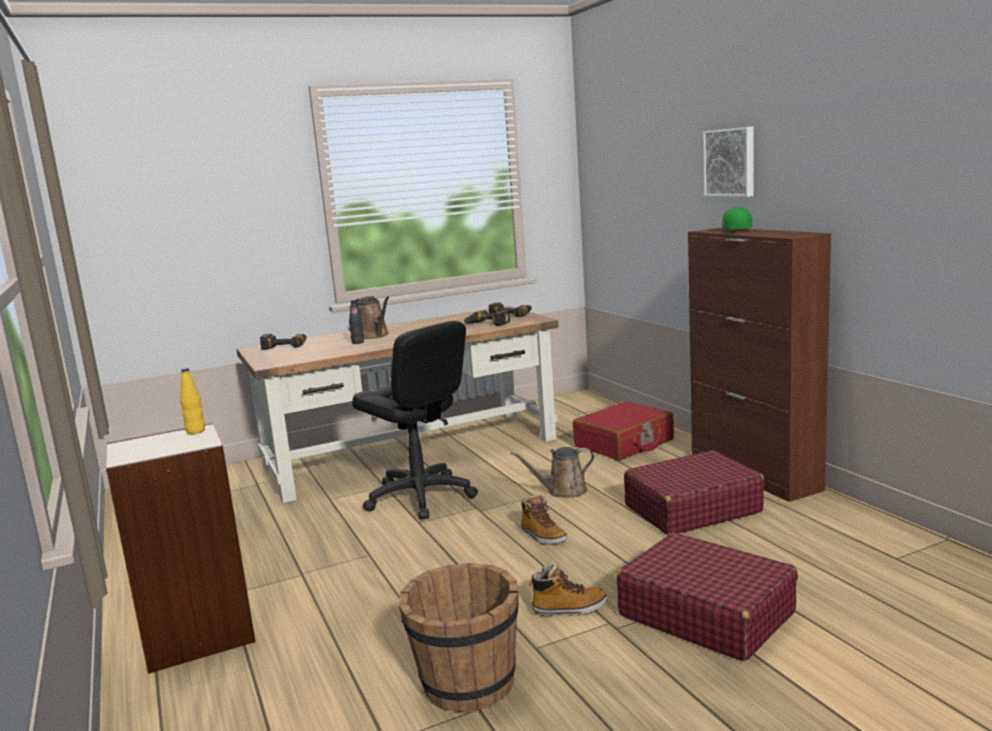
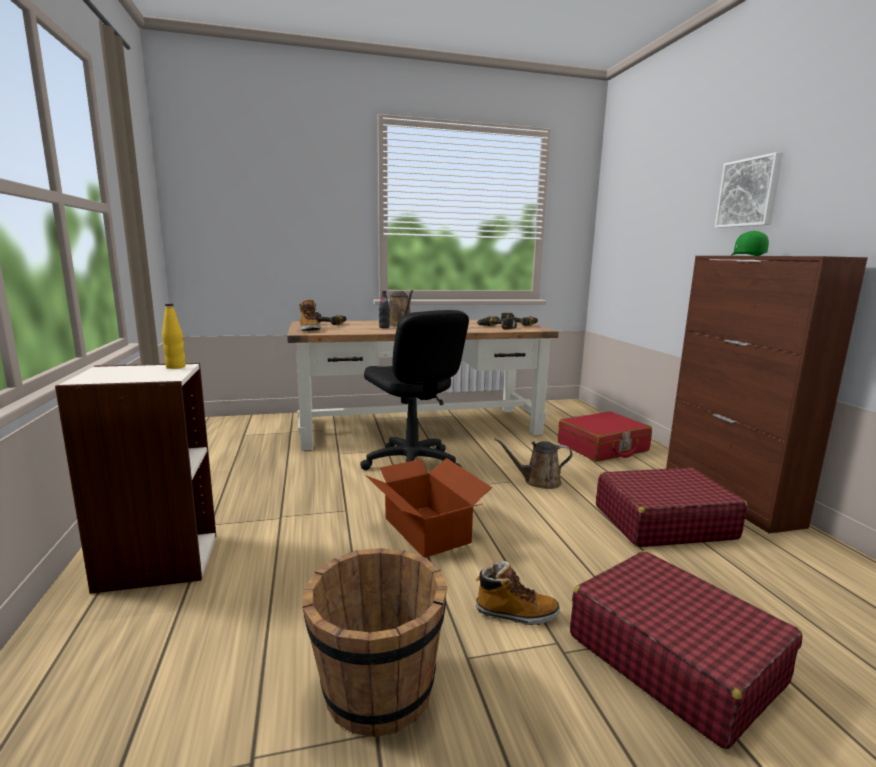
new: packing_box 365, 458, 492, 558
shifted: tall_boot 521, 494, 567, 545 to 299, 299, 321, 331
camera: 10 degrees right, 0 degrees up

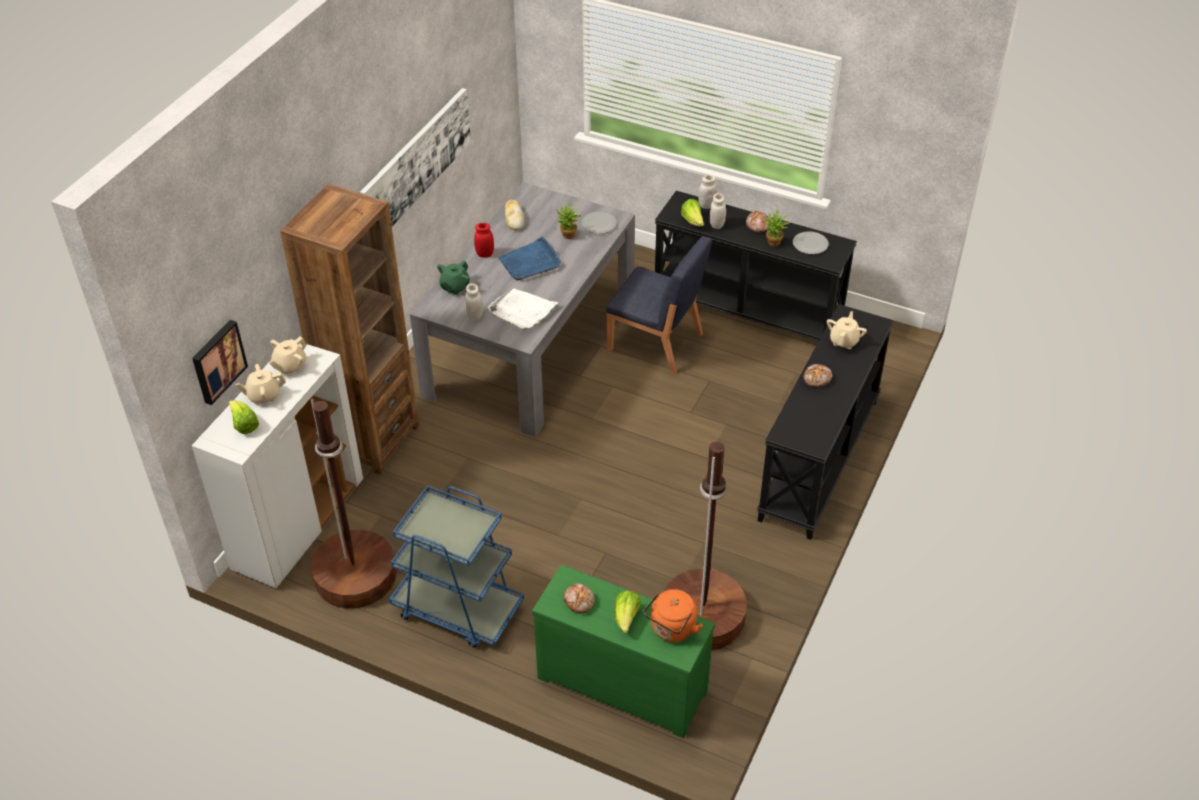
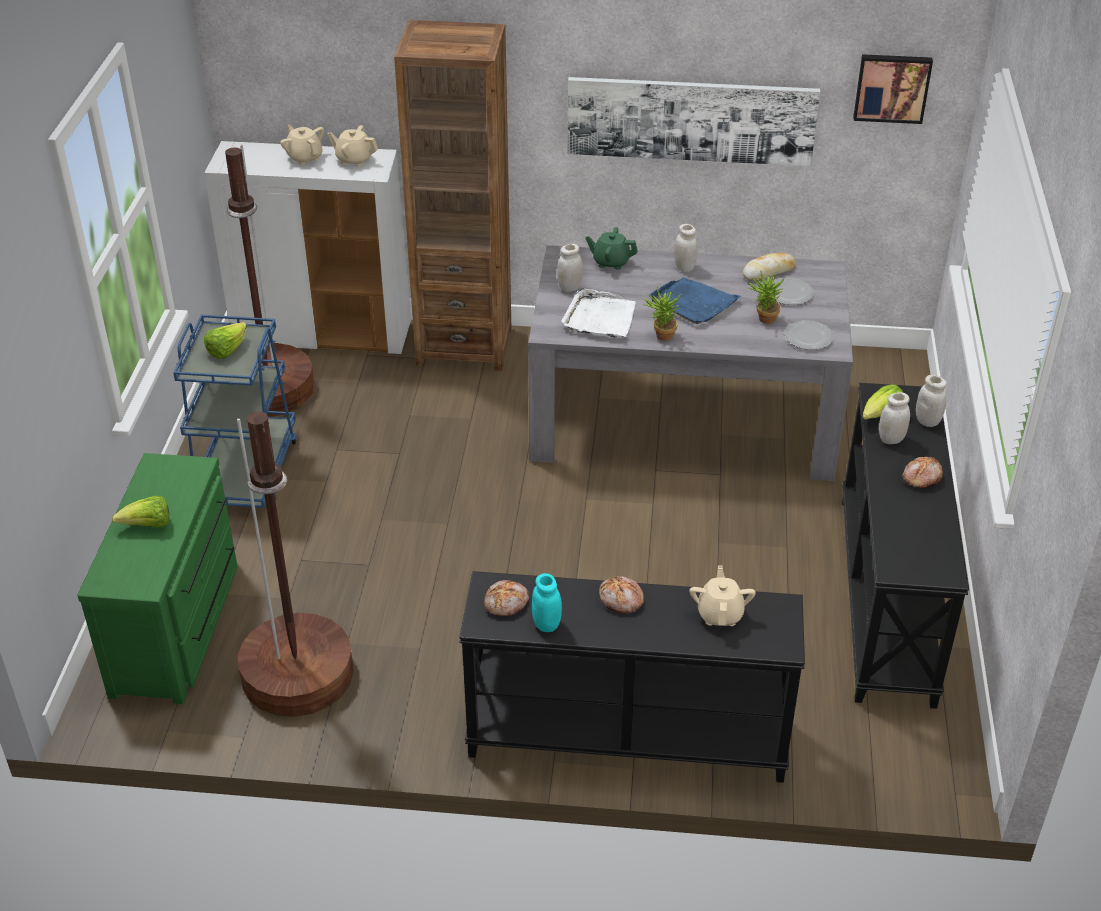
gone: blue_chair 606, 236, 712, 374; orange-coloured_water_kettle 643, 589, 703, 642
new: turquoise-coloured_preserve_jar 532, 573, 562, 632
shifted: lettuce_head 229, 400, 259, 434 to 204, 322, 247, 359; bakery_bread 564, 583, 595, 613 to 484, 580, 529, 616; houseplant 765, 209, 790, 246 to 643, 287, 681, 341; plate 793, 231, 829, 254 to 773, 278, 814, 305; wall_picture 192, 320, 248, 405 to 853, 54, 933, 124
repainted: reddish_preserve_jar 474, 223, 494, 258 to whitish_preserve_jar 674, 224, 698, 272
rotated: sand-coloured_pot_for_tea 827, 311, 867, 349 = 690, 565, 756, 626 90 degrees counterclockwise
camera: 70 degrees right, 5 degrees down

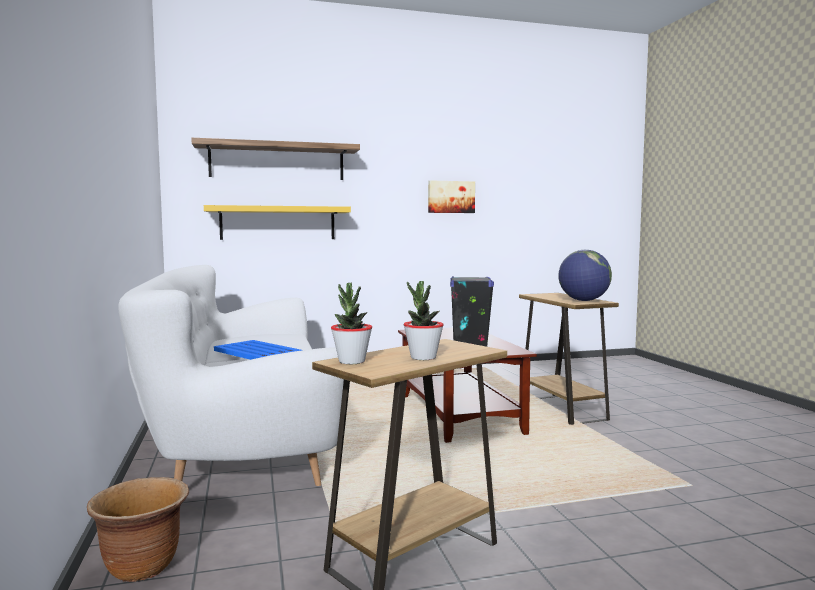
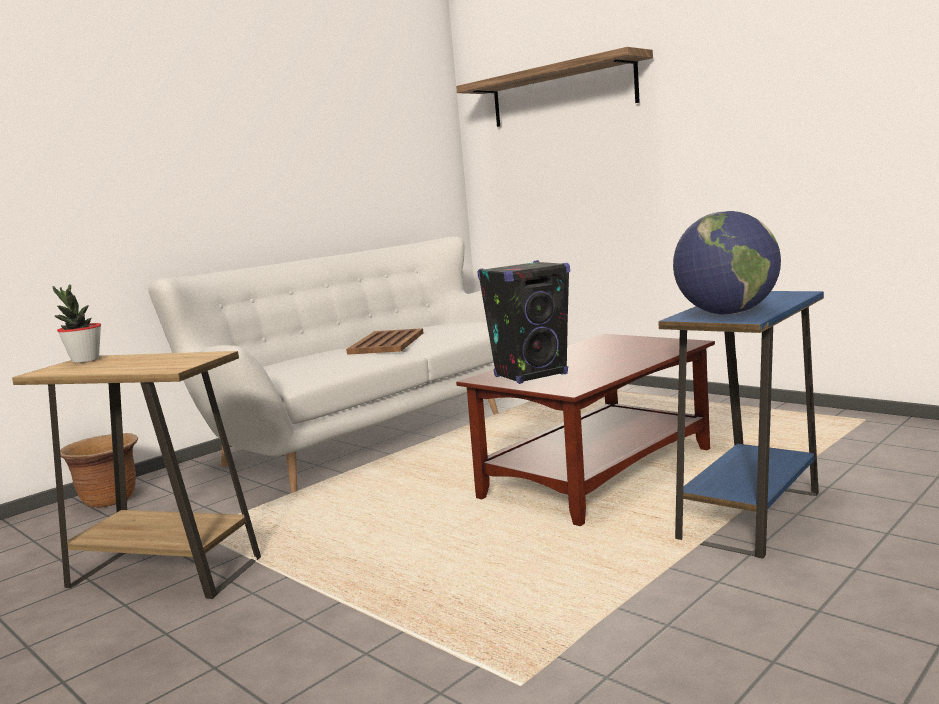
gone: yellow_shelf 204, 205, 351, 240; houseplant 404, 281, 444, 360; wall_picture 428, 180, 475, 213
repainted: blue_tray 214, 340, 302, 360 to brownish_tray 346, 328, 424, 355; brownish_accent_table 519, 293, 619, 425 to blue_accent_table 658, 291, 824, 559
camera: 60 degrees right, 5 degrees up

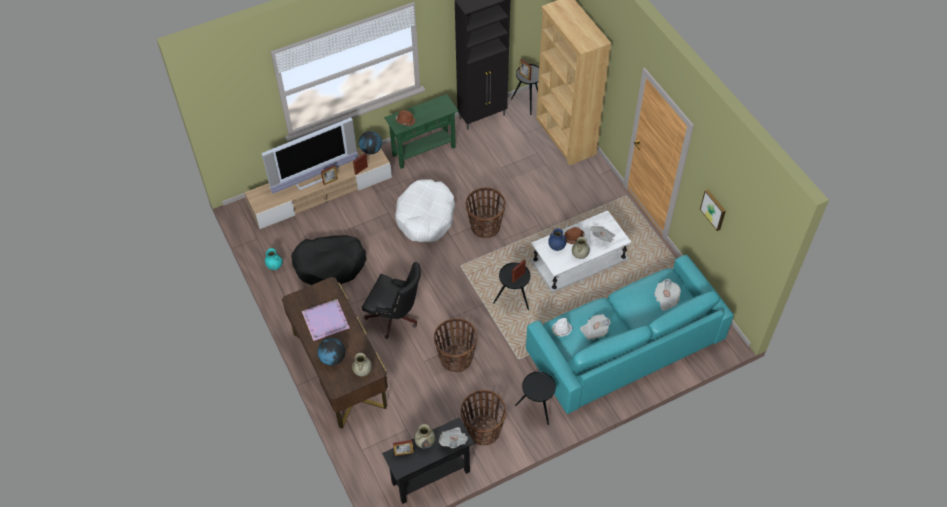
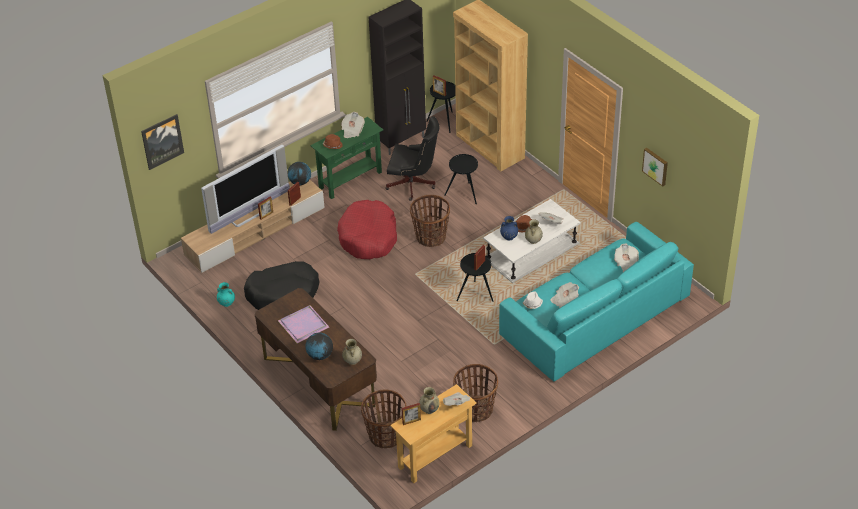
new: wall_picture 141, 114, 184, 170; daily_paper 341, 112, 365, 138
shifted: household_basket 434, 318, 478, 372 to 361, 389, 406, 448; black_computer_chair 362, 262, 421, 339 to 386, 116, 439, 201; black_accent_table 515, 371, 556, 425 to 444, 154, 478, 204
repainted: whitish_dog_cushion 395, 179, 455, 242 to reddish_dog_cushion 337, 200, 397, 259; black_narrow_table 382, 417, 474, 504 to sand-coloured_narrow_table 391, 384, 477, 483
camera: 10 degrees left, 10 degrees down

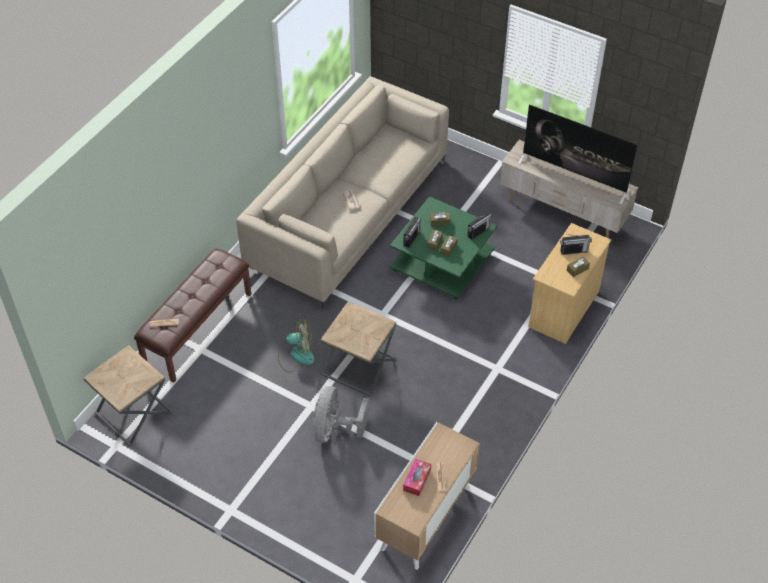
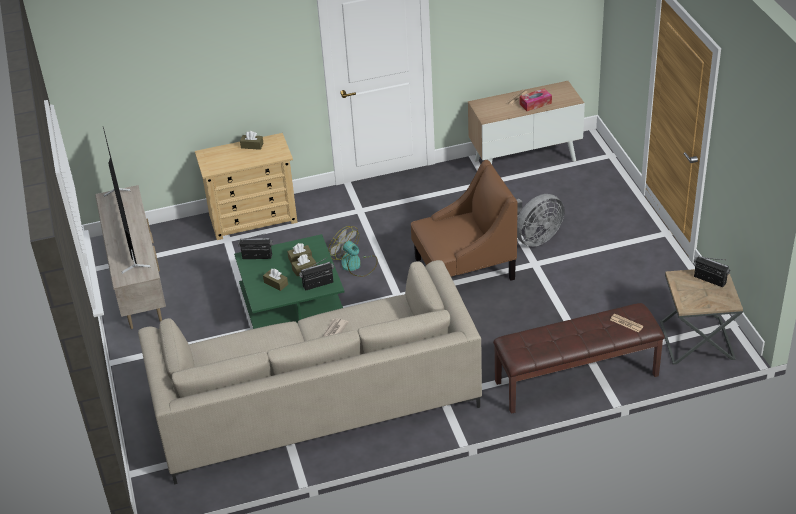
shifted: fan 278, 319, 315, 373 to 328, 226, 378, 277; radio_receiver 560, 234, 592, 255 to 694, 256, 730, 287
swapped: brownish_accent_table 321, 302, 396, 397 to brownish_easy_chair 411, 160, 518, 281
camera: 135 degrees left, 10 degrees down

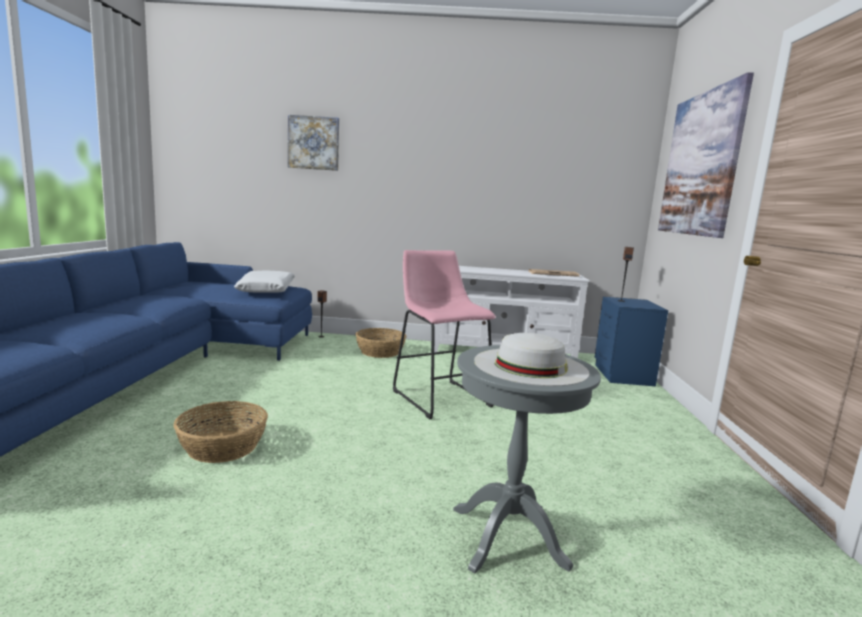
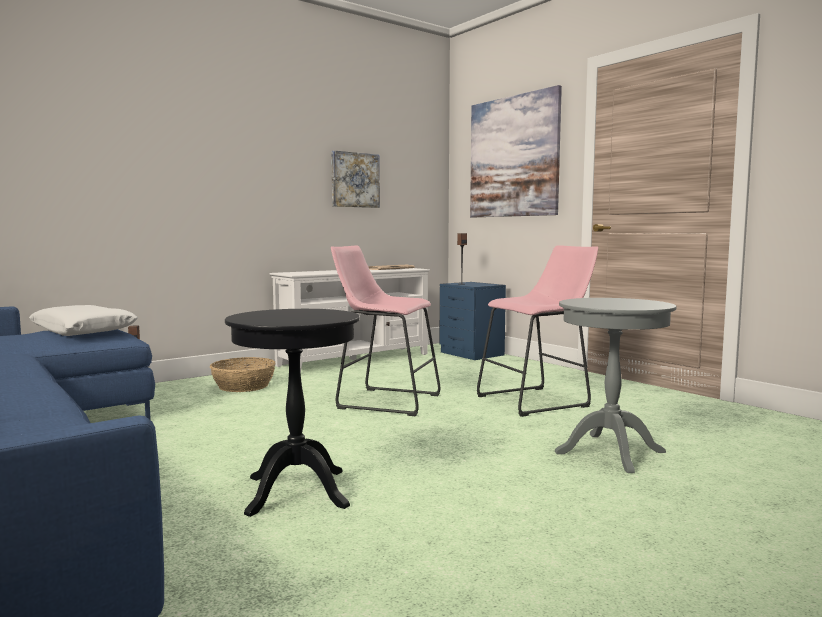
gone: whitish_wearable_hat 474, 333, 590, 386
new: pinkish_stool_seat 477, 245, 598, 417
shifted: wall_picture 288, 115, 339, 171 to 331, 151, 380, 208
swapped: household_basket 174, 401, 268, 463 to black_accent_table 225, 309, 359, 517
camera: 40 degrees left, 5 degrees down

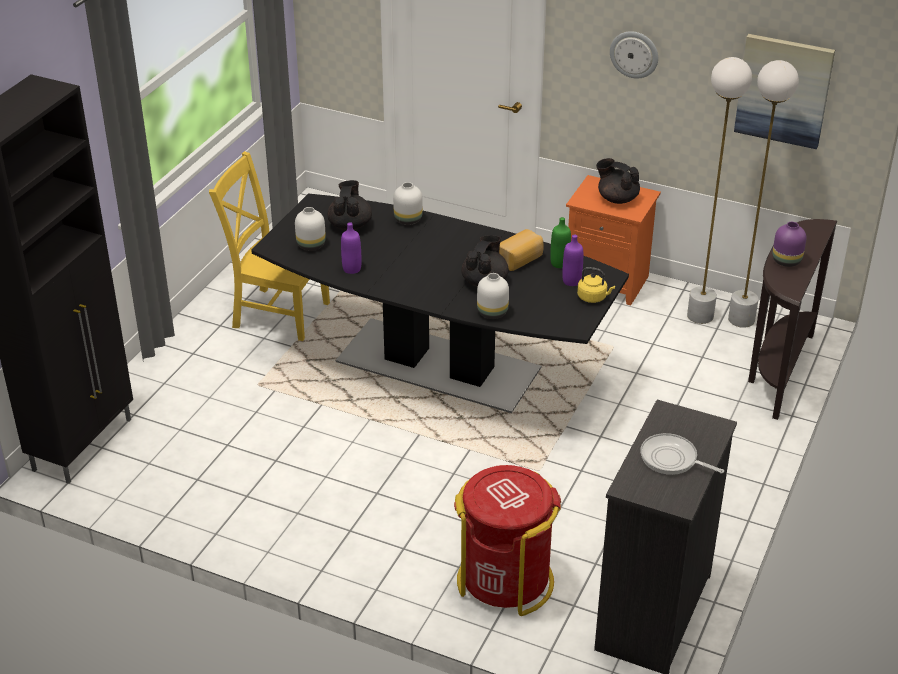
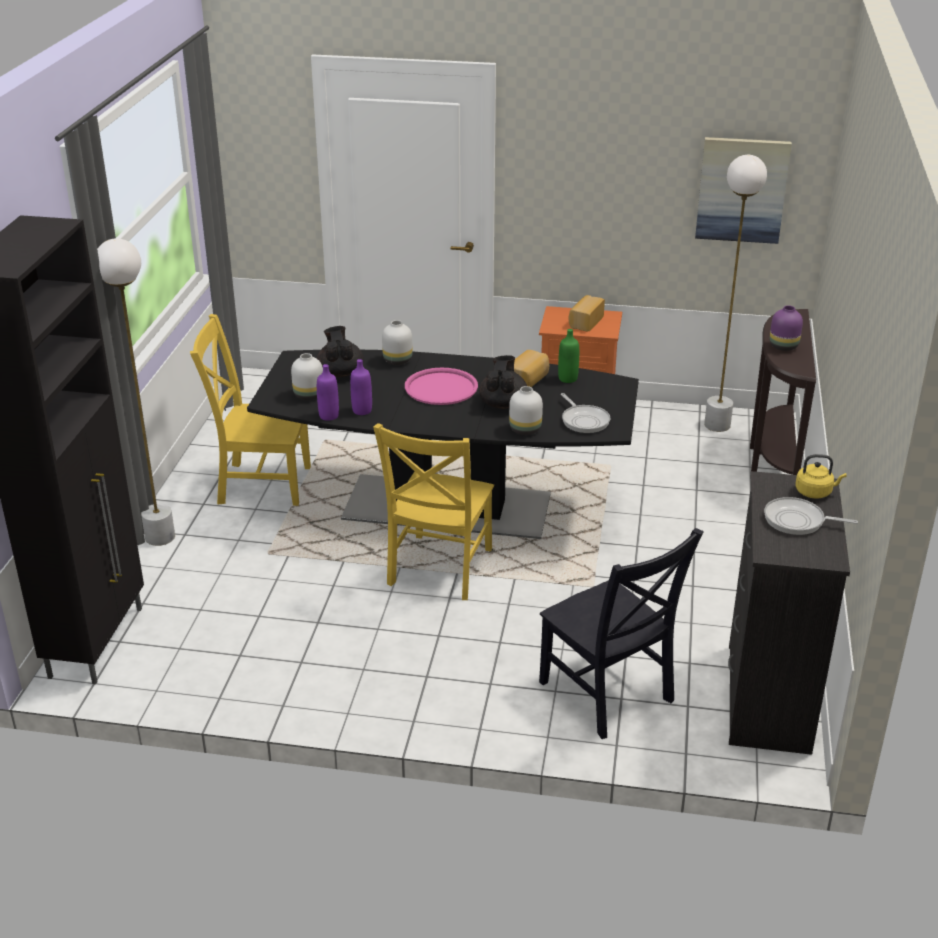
gone: hanging_clock 610, 31, 658, 78
new: yellow_chair 373, 423, 494, 600; pinkish_tray 405, 368, 478, 405; skillet 561, 393, 610, 433
shifted: whitish_standing_lamp 687, 57, 752, 324 to 97, 238, 175, 546; purple-coloured_beverage_bottle 562, 234, 583, 286 to 317, 364, 339, 421; yellow_water_kettle 577, 267, 615, 303 to 796, 454, 847, 499
swapped: reddish_trash_can 454, 465, 561, 616 to black_chair 539, 528, 704, 739; black_pot_for_tea 596, 158, 640, 204 to bakery_bread 568, 295, 605, 331
camera: 15 degrees left, 5 degrees down

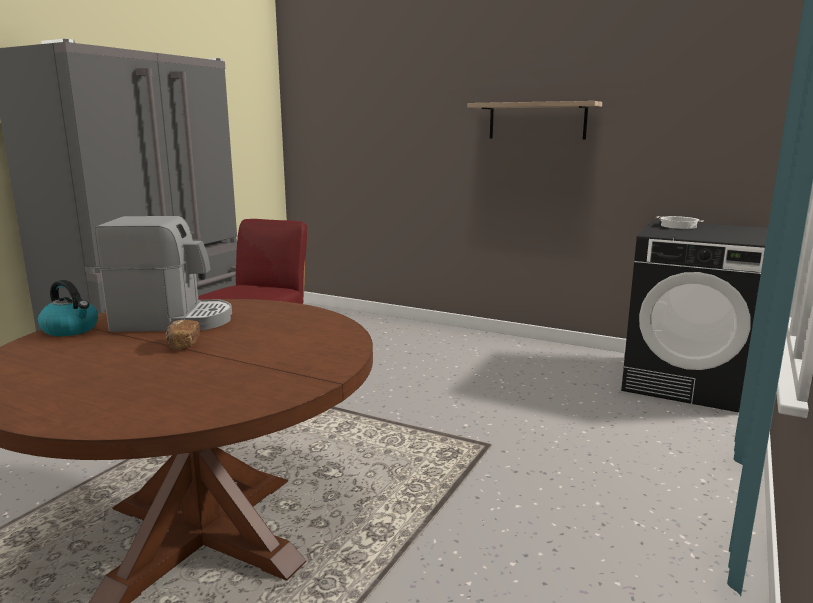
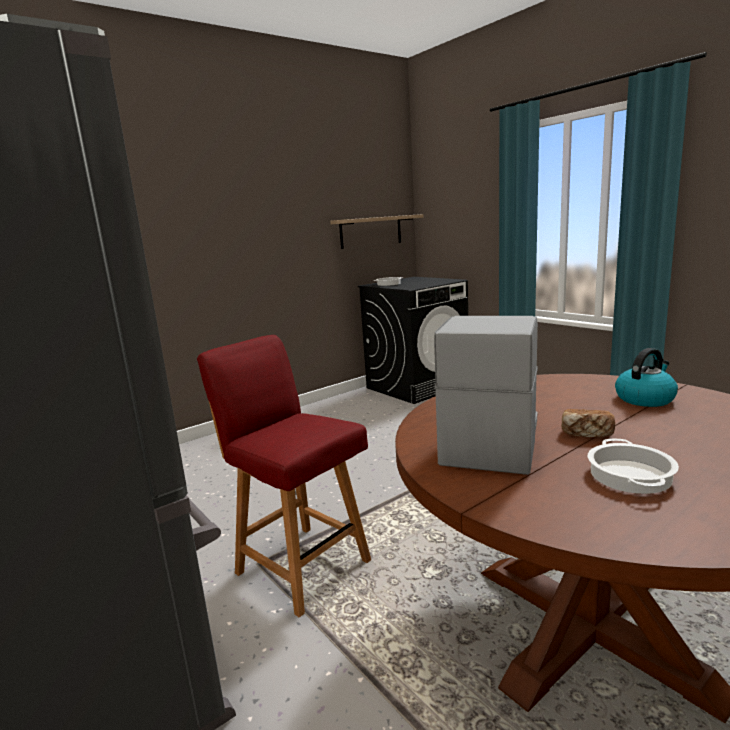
new: stockpot 588, 439, 679, 494
shifted: shelf 467, 101, 602, 139 to 330, 214, 424, 249; water_kettle 38, 280, 98, 336 to 615, 348, 678, 407
camera: 65 degrees left, 0 degrees up

